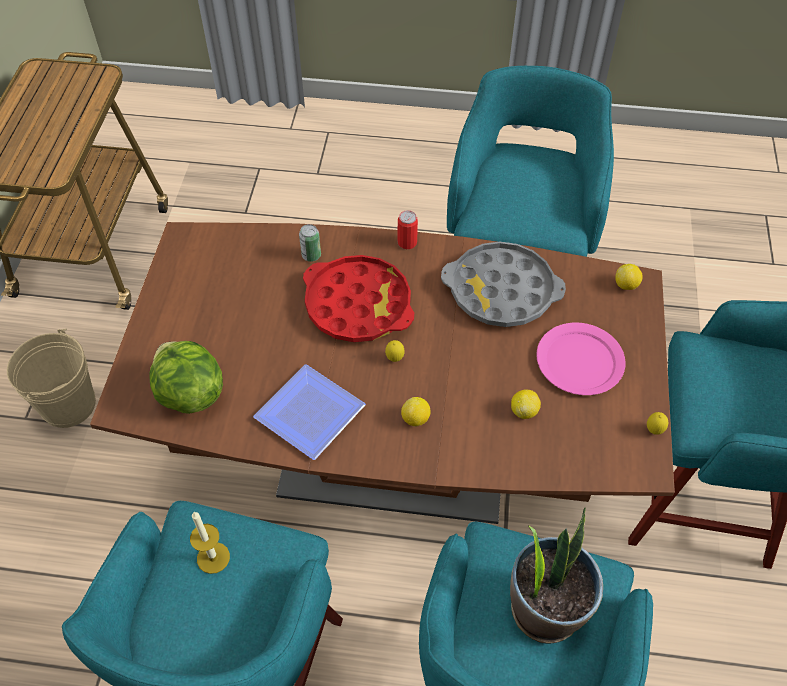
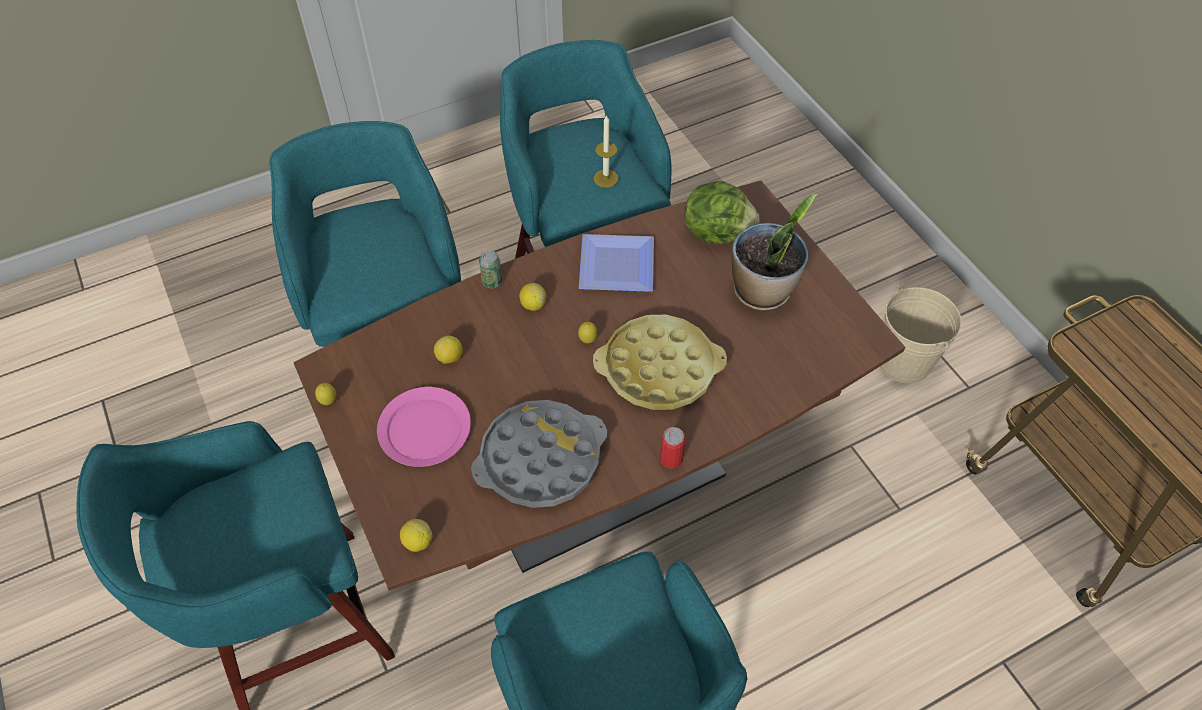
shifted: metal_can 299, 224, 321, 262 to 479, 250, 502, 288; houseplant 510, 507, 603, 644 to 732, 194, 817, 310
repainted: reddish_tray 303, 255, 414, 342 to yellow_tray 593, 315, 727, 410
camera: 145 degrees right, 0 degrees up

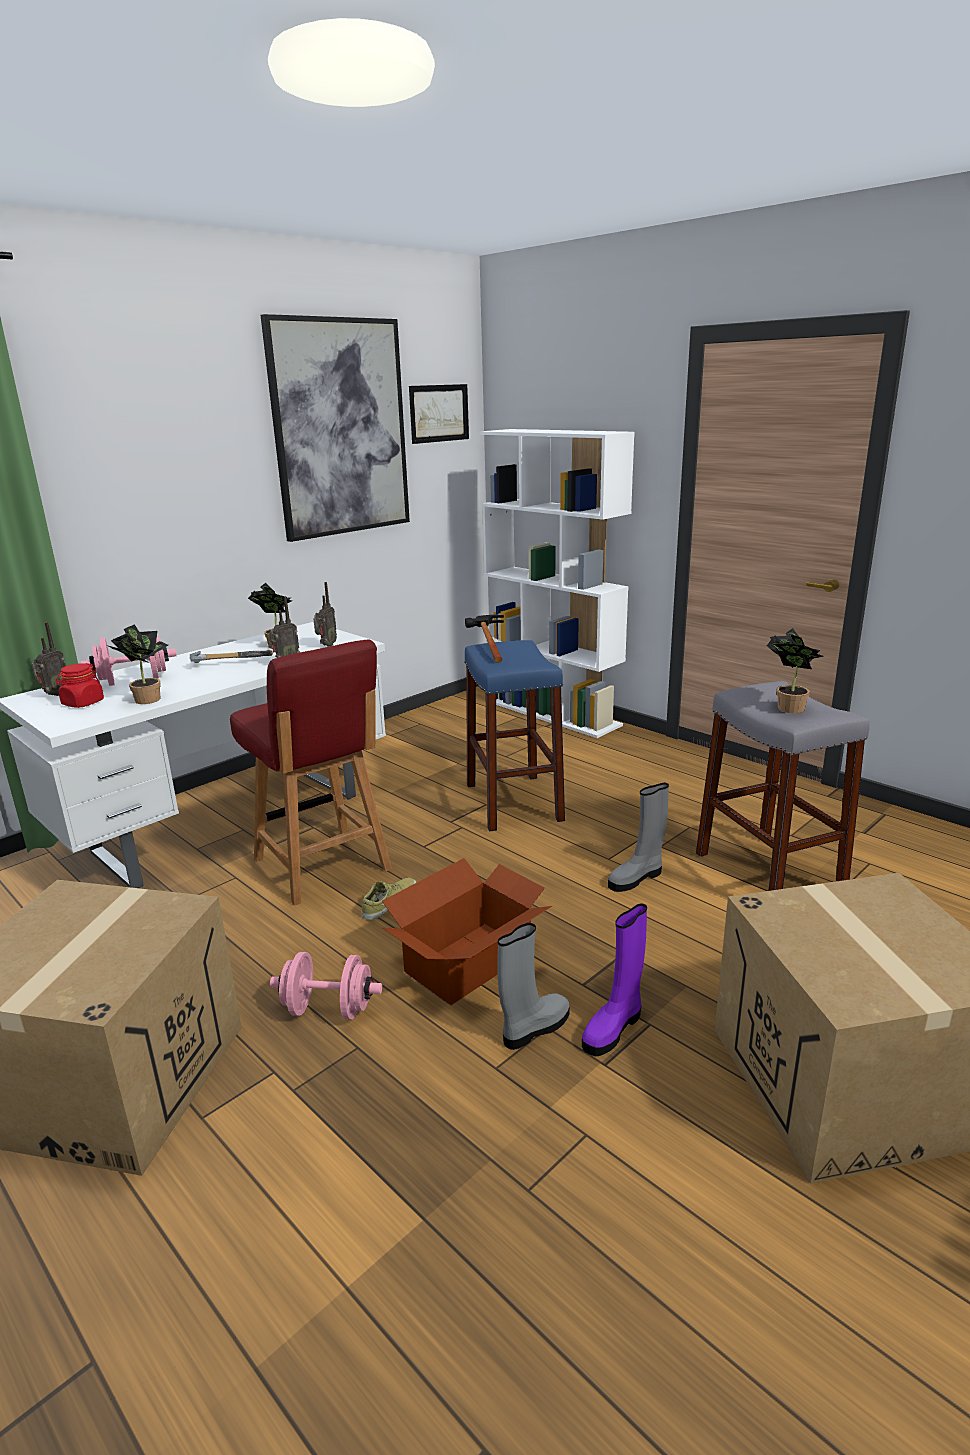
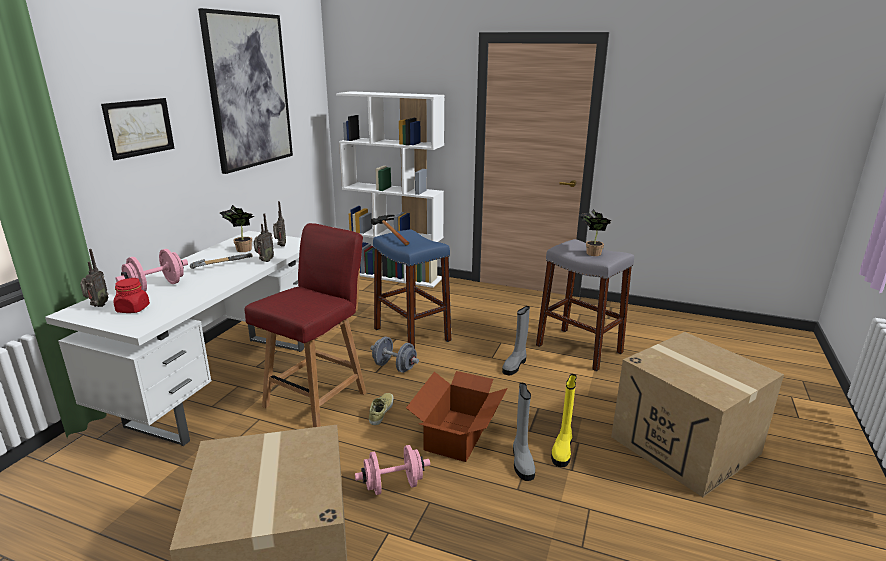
gone: houseplant 106, 624, 168, 704
new: grey_free_weight 371, 336, 419, 373
shifted: wall_picture 409, 384, 469, 444 to 101, 98, 175, 160
repainted: purple-coloured_tall_boot 582, 903, 647, 1056 to yellow_tall_boot 551, 374, 577, 467
rotated: reddish_chair 230, 639, 392, 906 = 245, 223, 366, 427 90 degrees counterclockwise; grey_tall_boot 497, 923, 570, 1050 = 513, 383, 535, 481 150 degrees clockwise
camera: 25 degrees left, 0 degrees up

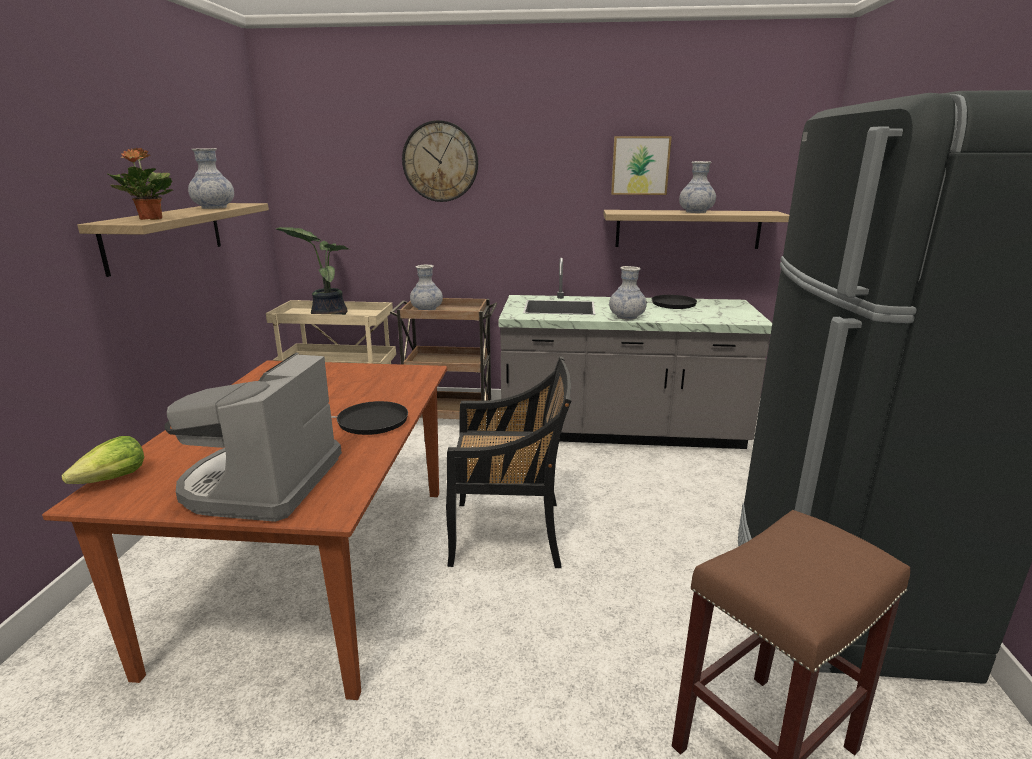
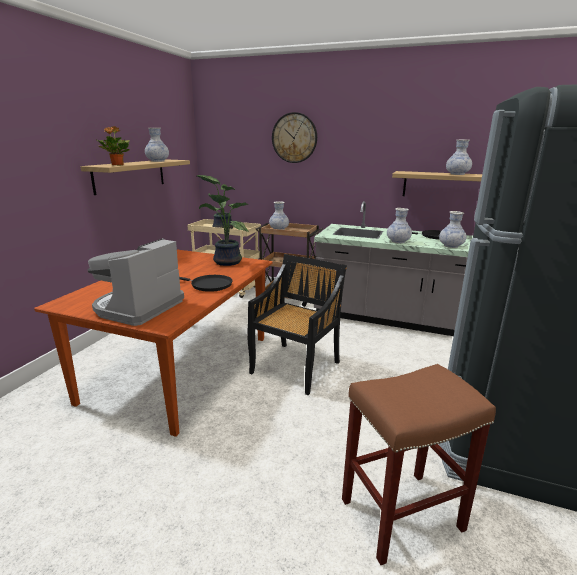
gone: lettuce_head 61, 436, 144, 484; wall_picture 611, 136, 672, 195
new: houseplant 199, 194, 249, 266; vase 439, 211, 467, 248
rotated: black_chair 446, 356, 571, 568 = 247, 254, 347, 395 75 degrees counterclockwise
camera: 15 degrees right, 0 degrees up

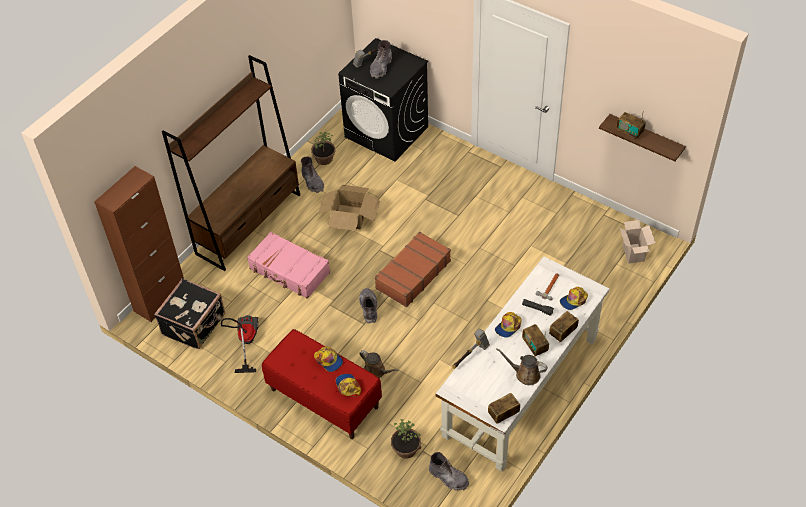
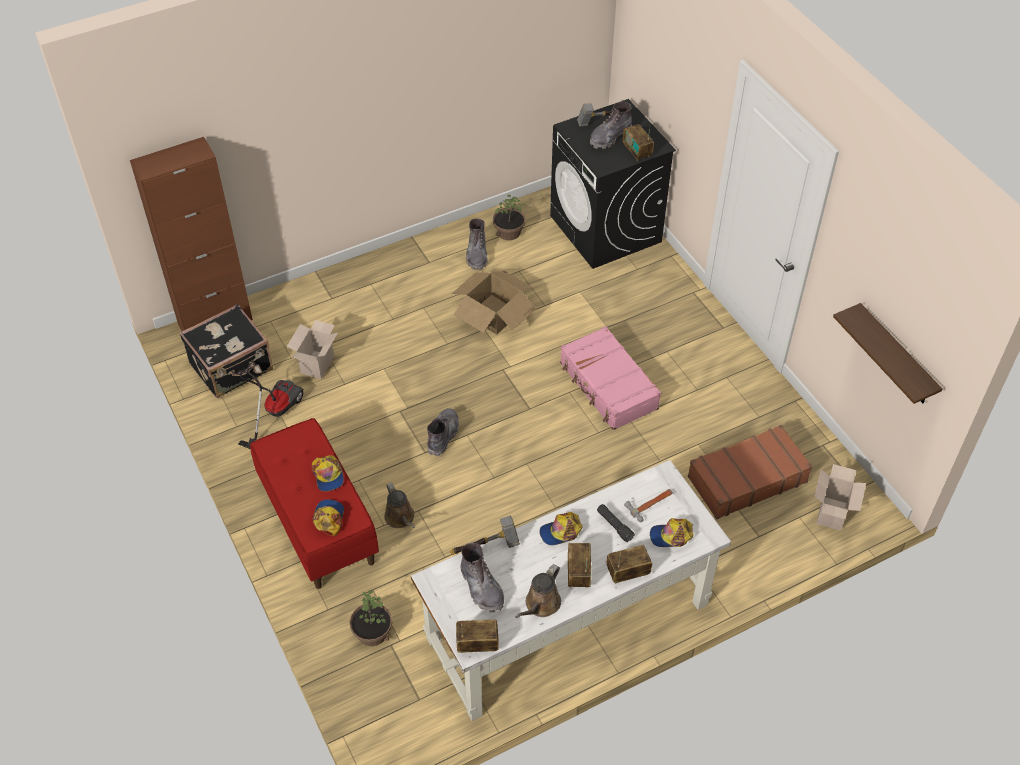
gone: brownish_bookshelf 162, 55, 300, 271
new: packing_box 287, 320, 338, 379
shifted: grey_tall_boot 429, 452, 469, 491 to 461, 543, 504, 612; pinkish_piece_of_luggage 247, 232, 330, 299 to 560, 326, 661, 430; radio_receiver 616, 111, 646, 140 to 623, 124, 654, 161; brownish_piece_of_luggage 375, 231, 451, 307 to 688, 425, 813, 519
rotated: brownish_sprinkling_can 496, 348, 548, 385 = 515, 564, 561, 618 105 degrees counterclockwise
camera: 25 degrees right, 0 degrees up

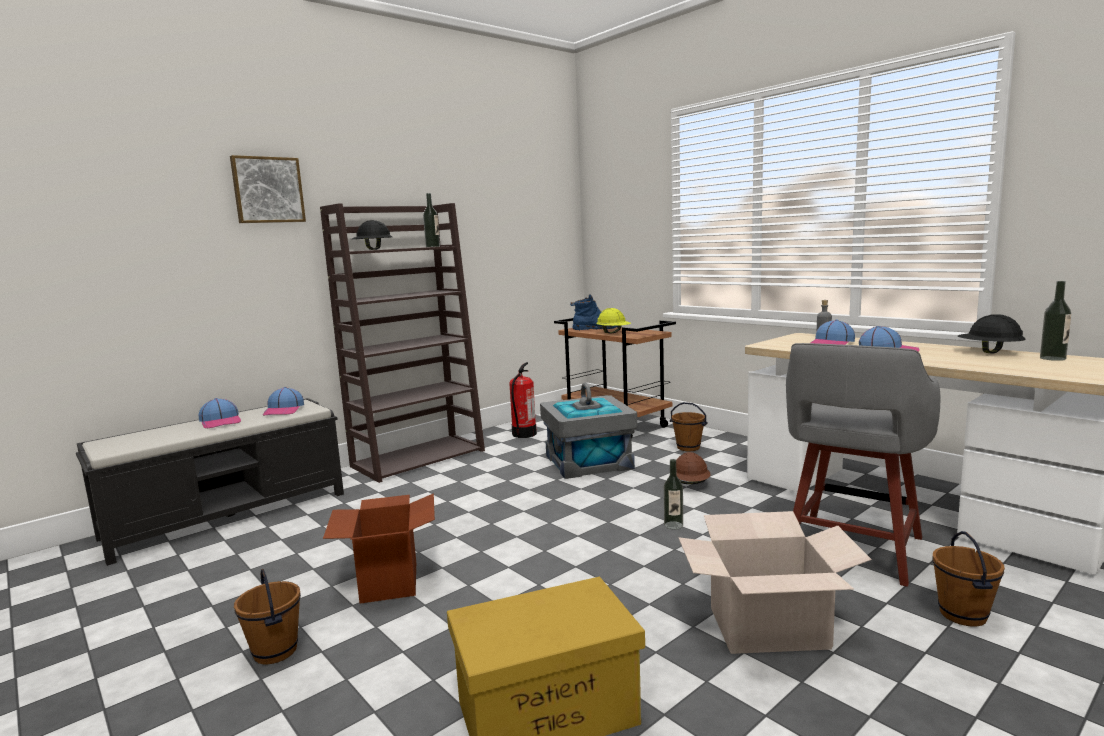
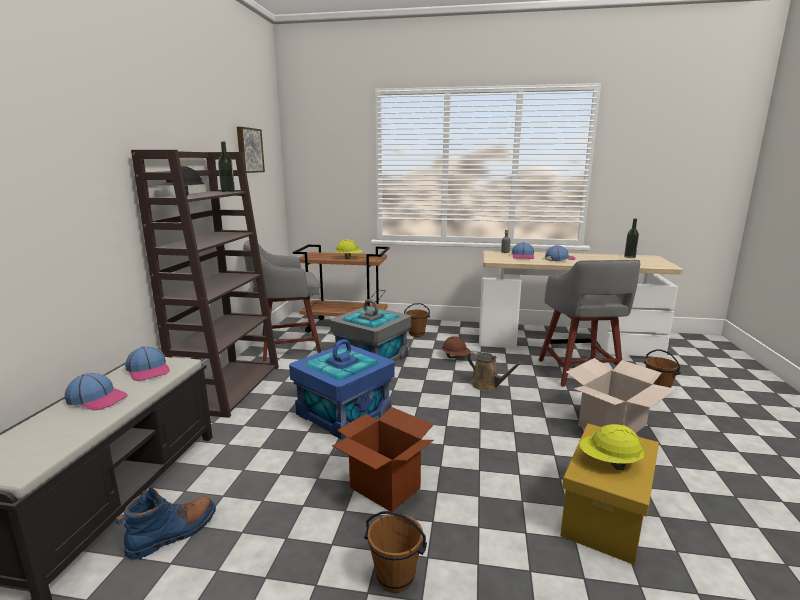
gone: black_hard_hat 958, 314, 1025, 354
new: blue_storage_container 289, 339, 394, 440; yellow_hard_hat 579, 424, 645, 470
shifted: blue_tall_boot 570, 294, 618, 330 to 114, 488, 216, 560; wall_picture 230, 155, 306, 223 to 237, 127, 265, 173
swapped: fire-fighting_cylinder 509, 362, 537, 438 to grey_stool_seat 243, 240, 321, 361; beverage_bottle 664, 459, 683, 530 to brownish_sprinkling_can 467, 351, 523, 391
camera: 40 degrees left, 5 degrees up

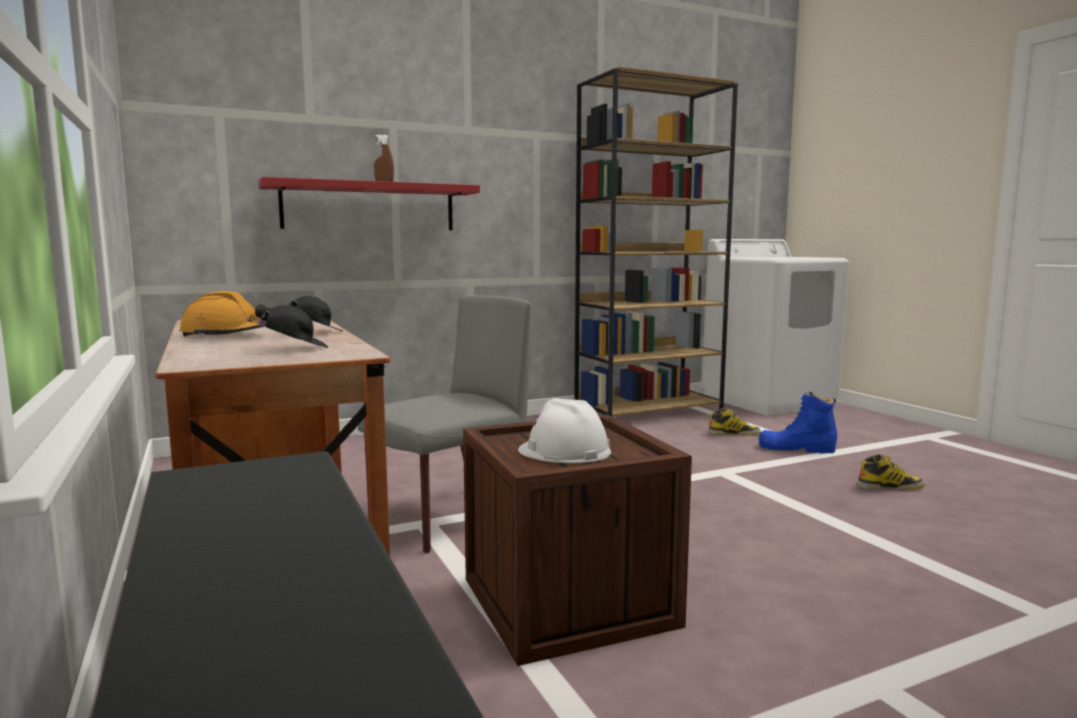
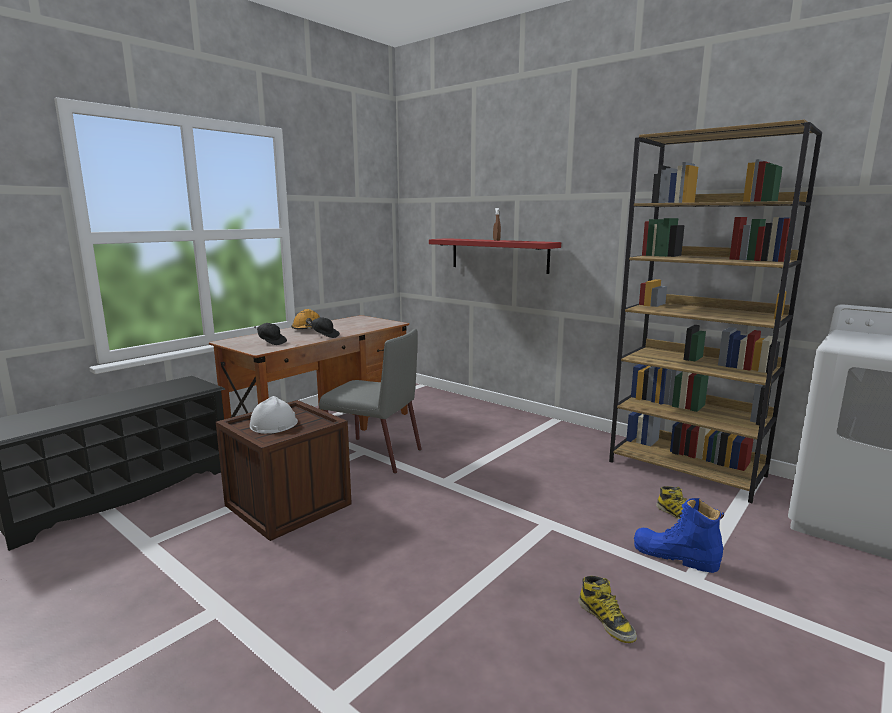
rotated: blue_tall_boot 759, 392, 837, 453 = 634, 498, 724, 573 45 degrees counterclockwise
camera: 65 degrees right, 5 degrees up

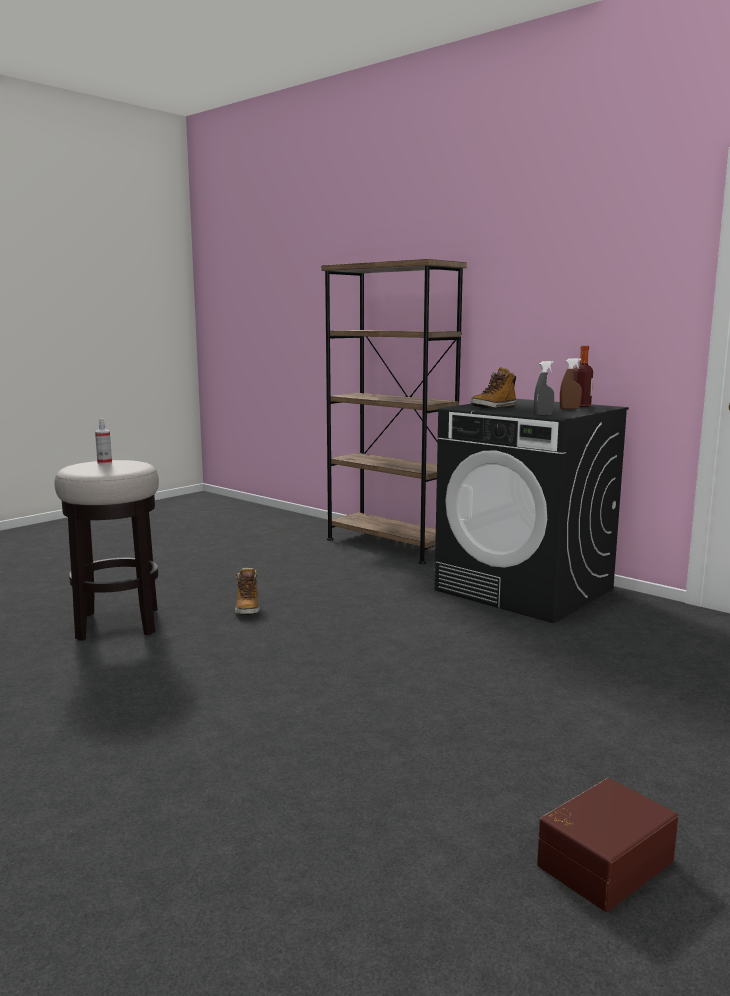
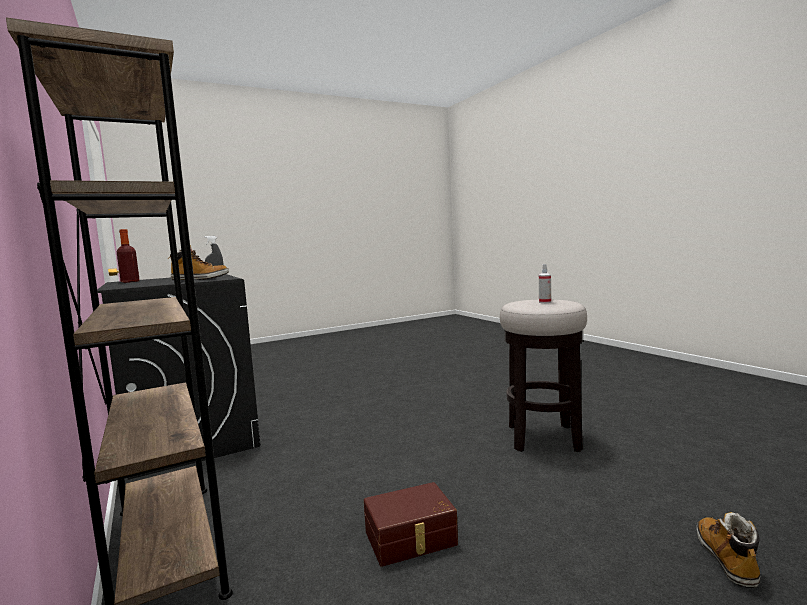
gone: brownish_spray_bottle 560, 358, 582, 409
shifted: brownish_storage_container 537, 778, 678, 912 to 364, 482, 458, 567; tall_boot 235, 568, 259, 615 to 697, 512, 760, 588
camera: 160 degrees left, 5 degrees down

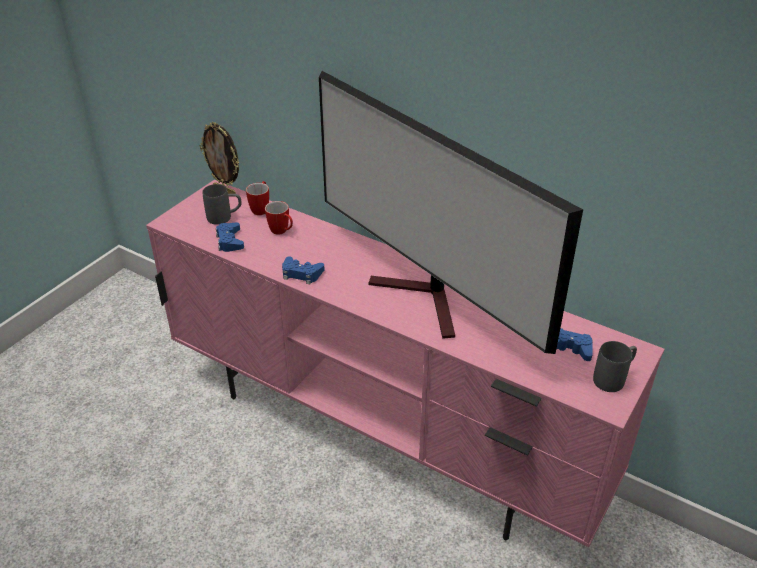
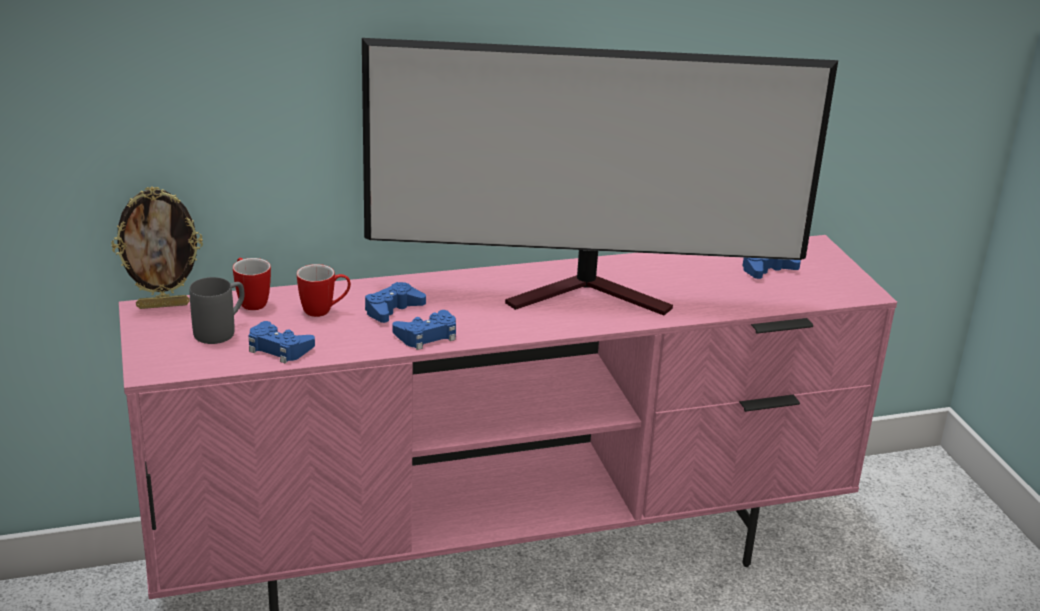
gone: grey_coffee_mug 593, 341, 637, 392
new: blue_joypad 365, 282, 426, 323
camera: 50 degrees left, 10 degrees down

